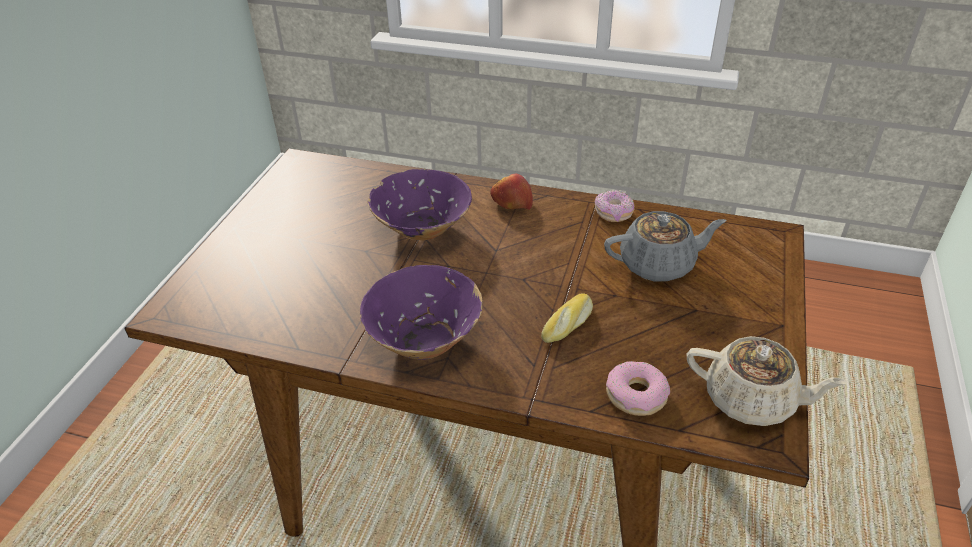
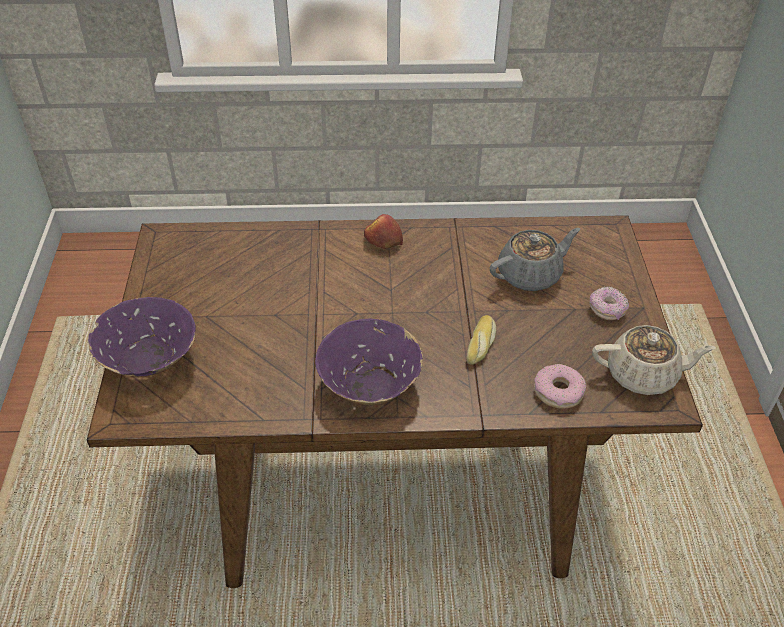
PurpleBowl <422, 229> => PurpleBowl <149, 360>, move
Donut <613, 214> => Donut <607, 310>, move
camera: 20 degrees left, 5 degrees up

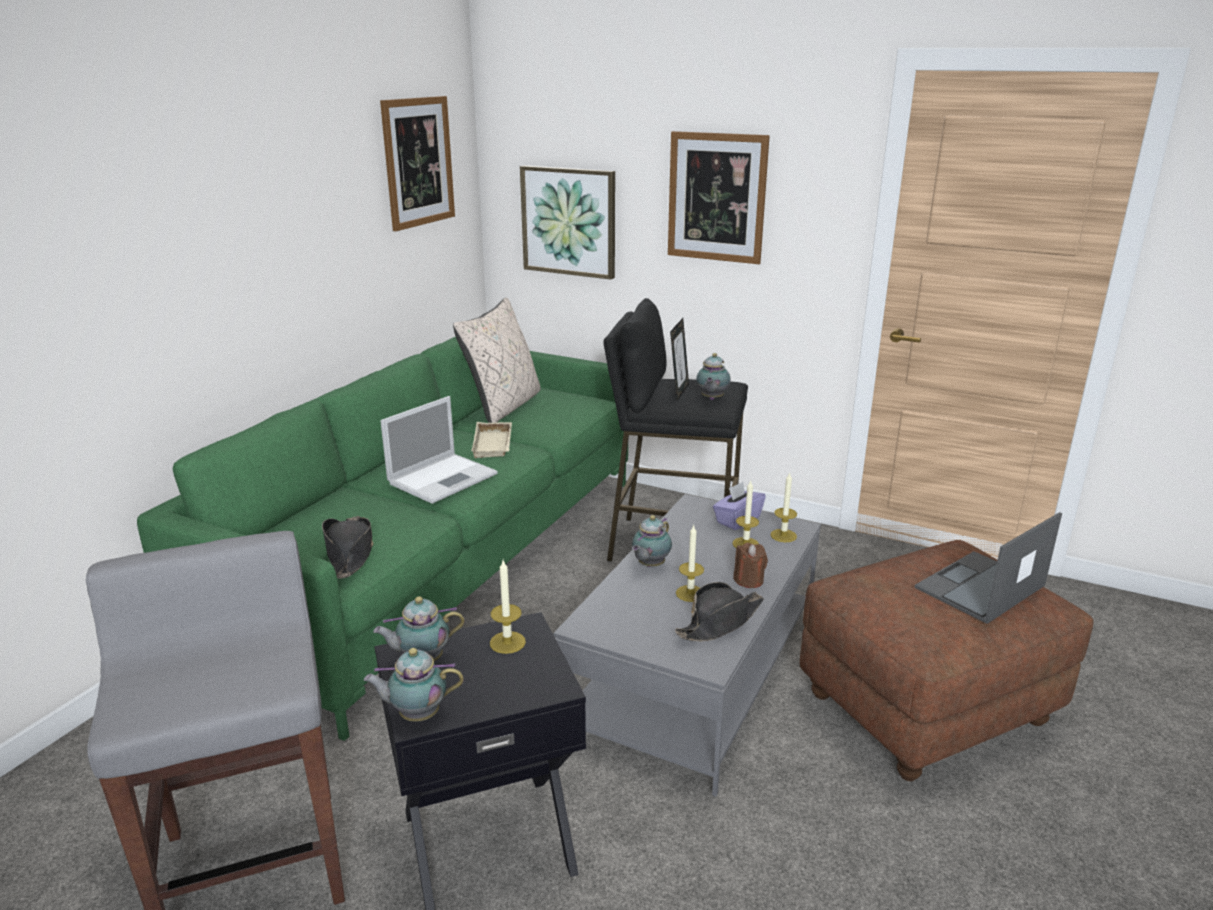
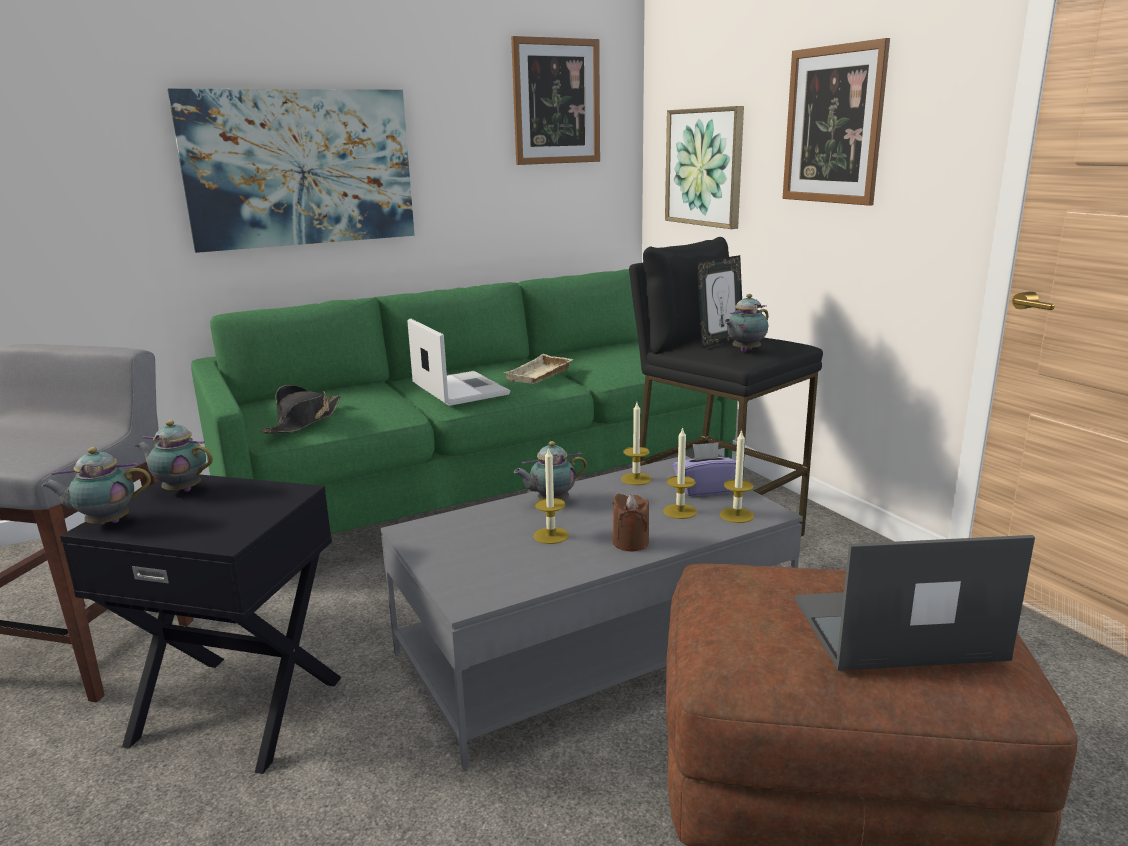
Teapot <416, 715> => Teapot <105, 523>, 45 degrees counterclockwise
Laptop <444, 478> => Laptop <459, 389>, 105 degrees counterclockwise
BeigePillow <504, 406> => nothing
Candle <507, 642> => Candle <636, 479>, move
BlackHat <720, 622> => nothing
nothing => Picture <300, 168>
camera: 35 degrees right, 5 degrees down

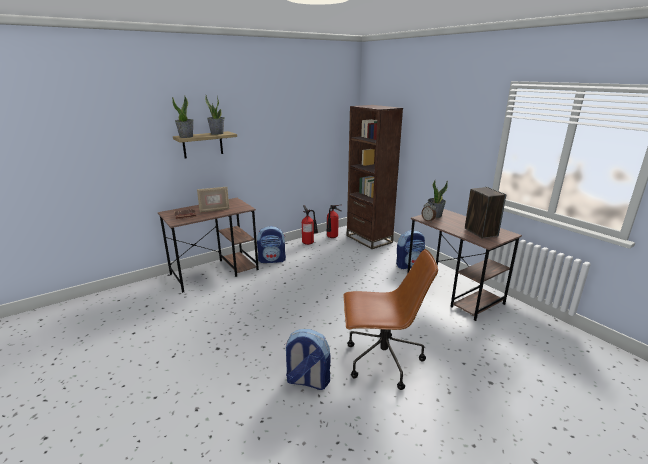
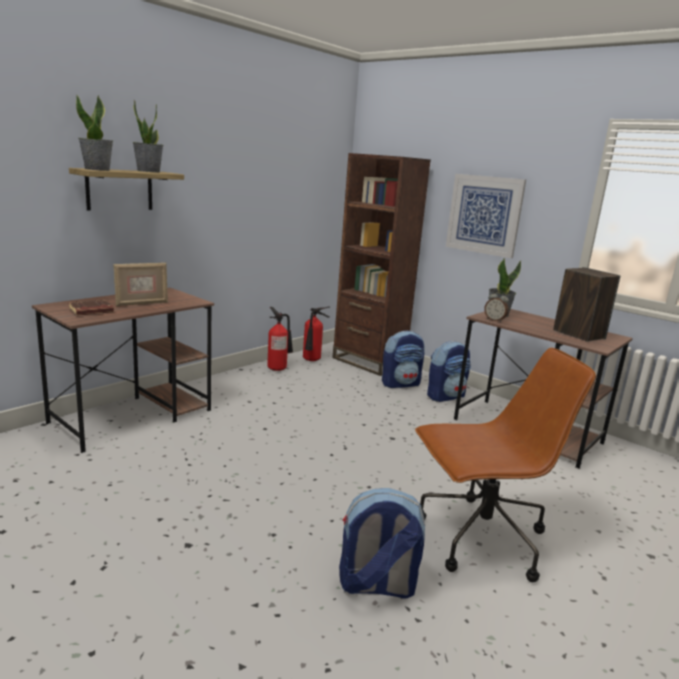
Backpack <272, 260> => Backpack <401, 384>, move
nothing => Picture <484, 215>
camera: 15 degrees left, 5 degrees down

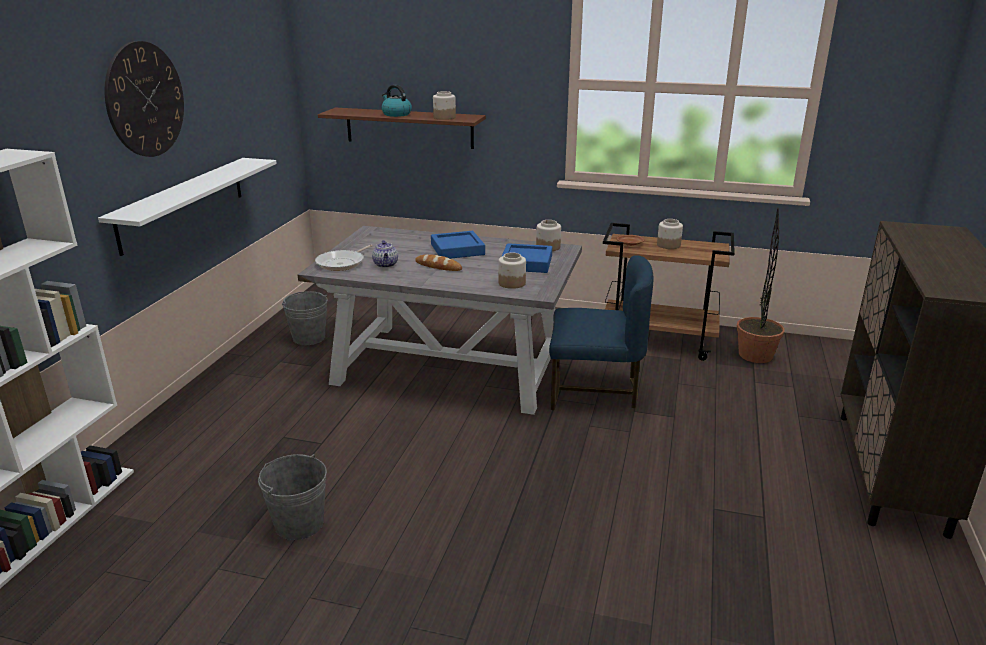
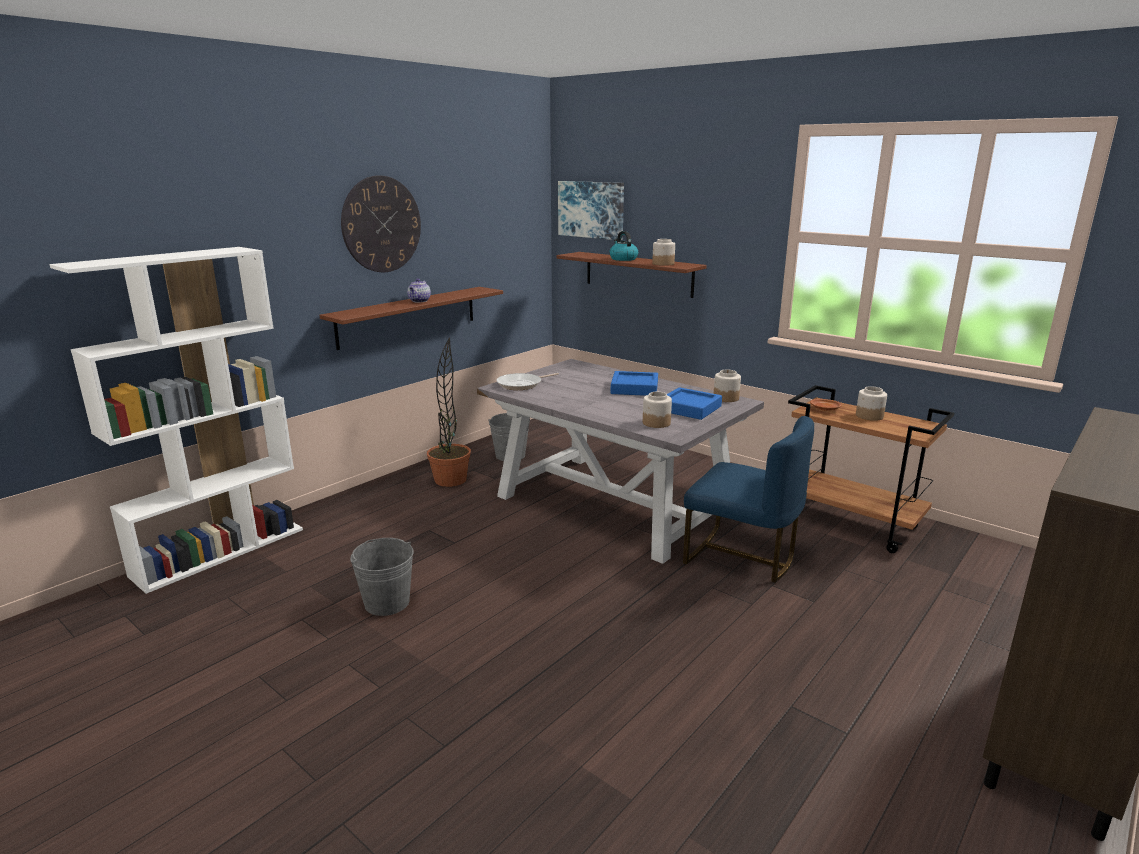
WhiteShelf <183, 203> => BrownShelf <408, 316>
Teapot <386, 265> => Teapot <419, 301>, move
Bread <438, 266> => nothing
PottedPlant <755, 355> => PottedPlant <450, 480>, move
nothing => Picture <591, 209>
camera: 25 degrees right, 5 degrees down

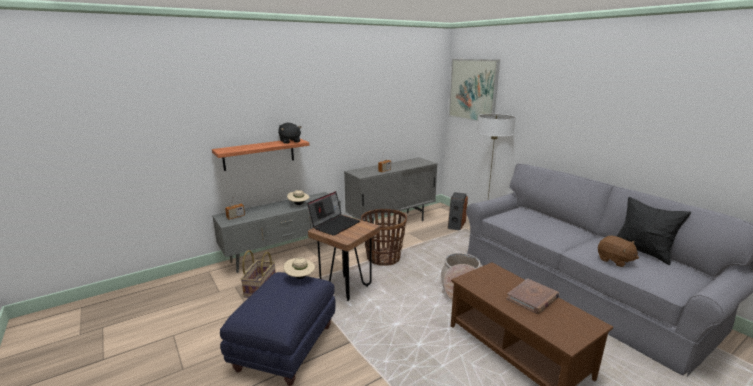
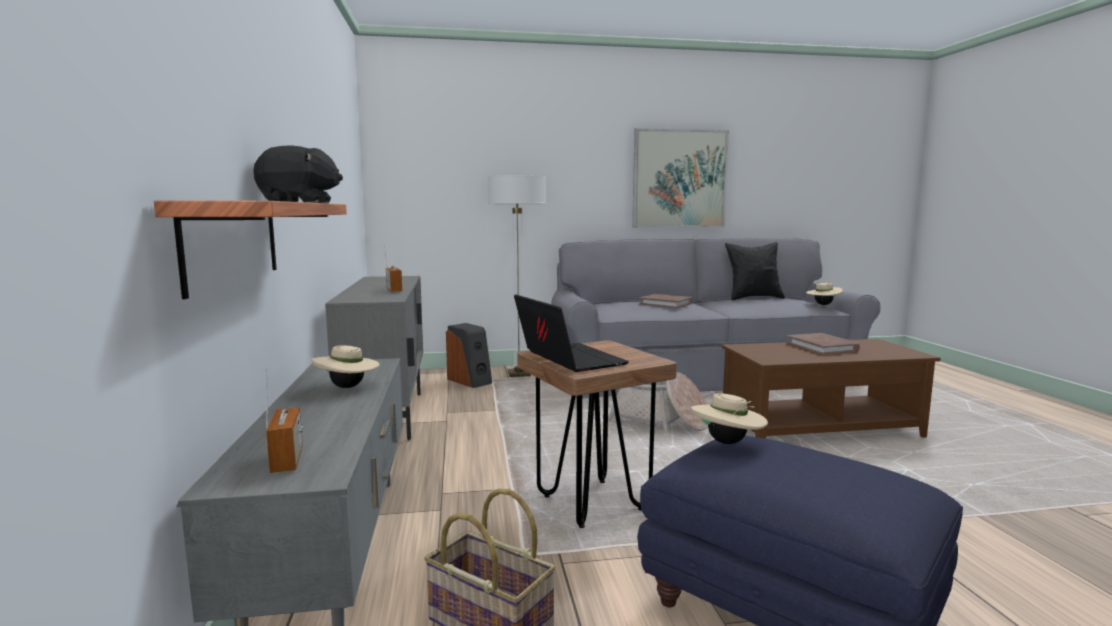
Basket <383, 257> => nothing
Picture <473, 90> => Picture <679, 179>, move
BrownPlushToy <614, 260> => nothing
nothing => BrownBook <666, 304>
nothing => BeigeHat <823, 304>
camera: 65 degrees left, 10 degrees down

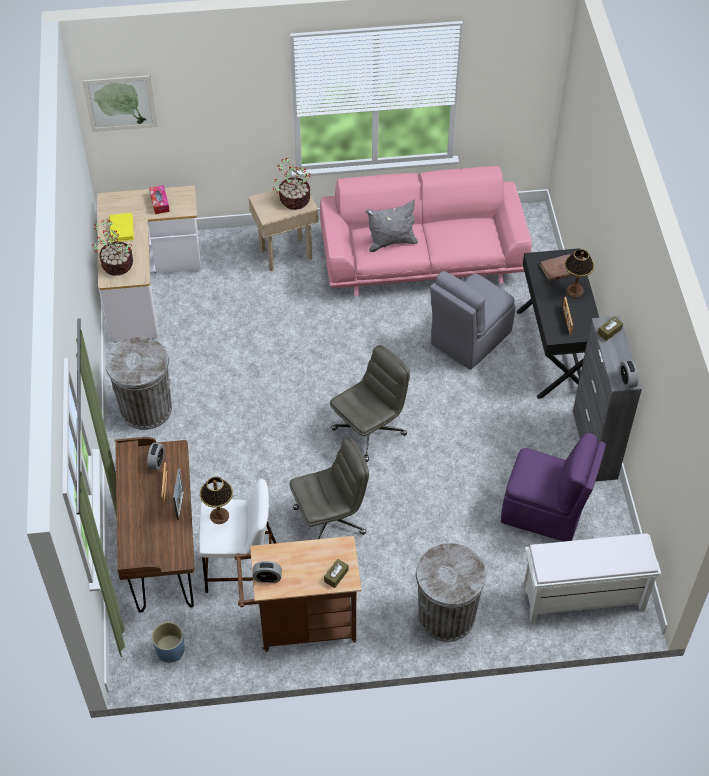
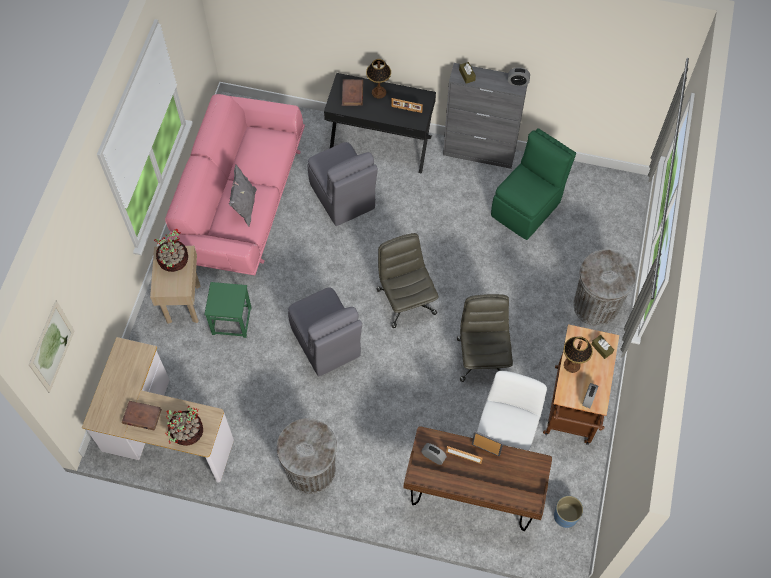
YellowBook <121, 229> => BrownBook <142, 416>
TissueBox <159, 203> => nothing
TableLamp <219, 516> => TableLamp <572, 365>, move
PurpleChair <545, 512> => GreenChair <527, 208>
WhiteBench <582, 598> => nothing
nothing => GreenStool <232, 320>
nothing => GreyChair <326, 343>
camera: 70 degrees left, 10 degrees up

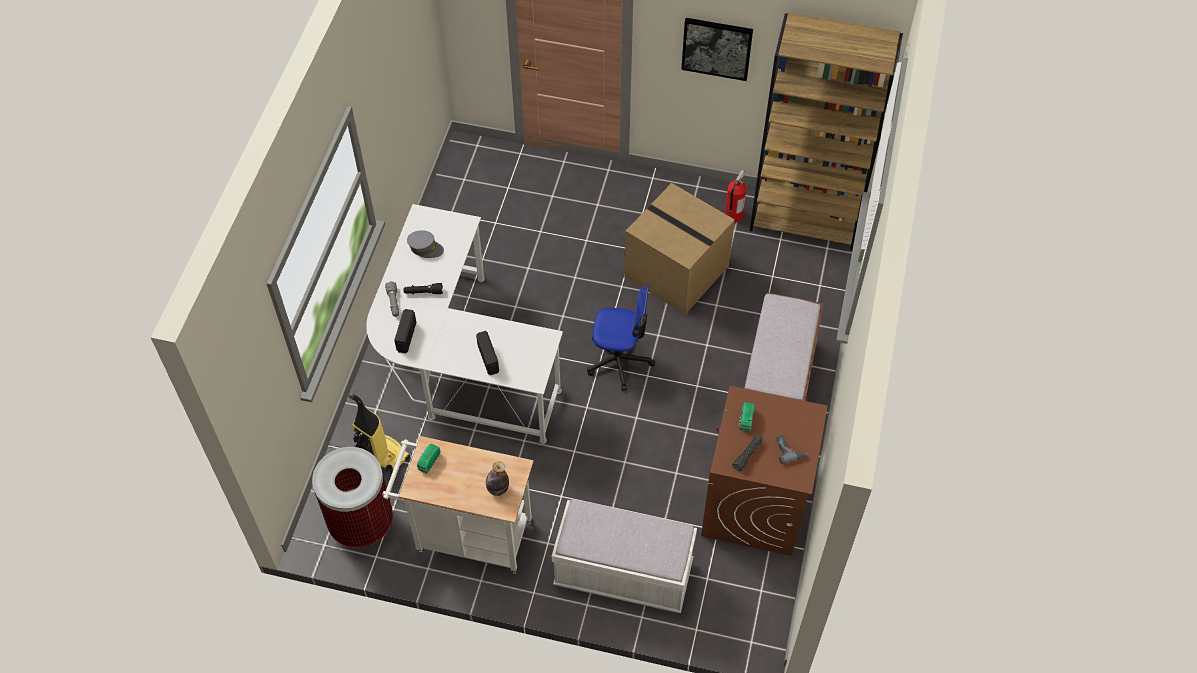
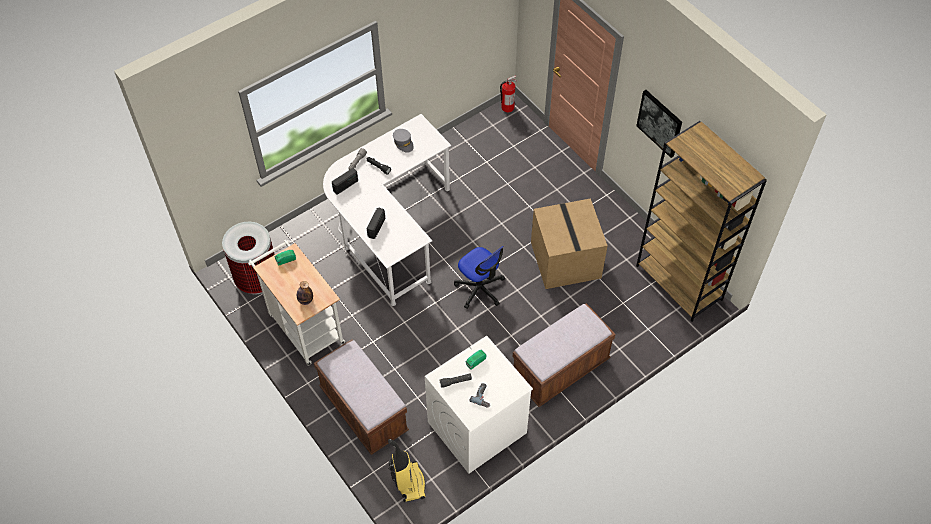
VacuumCleaner <381, 454> => VacuumCleaner <409, 482>, move
WhiteBench <623, 575> => BrownBench <363, 410>
BrownWashingMachine <755, 504> => WhiteWashingMachine <476, 428>
FireExtinguisher <733, 216> => FireExtinguisher <507, 107>, move
camera: 40 degrees right, 0 degrees up

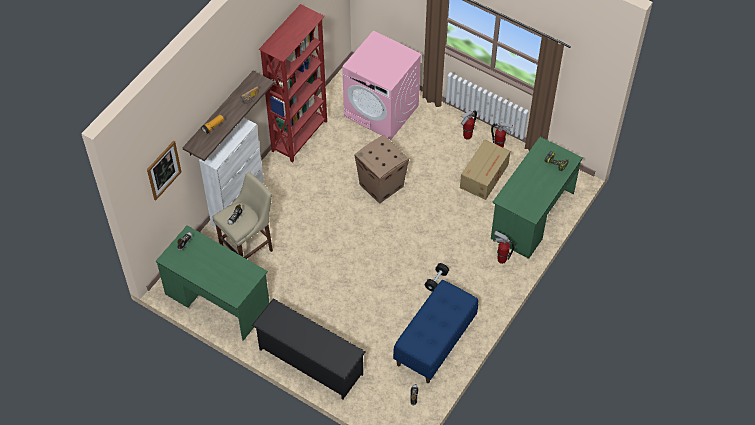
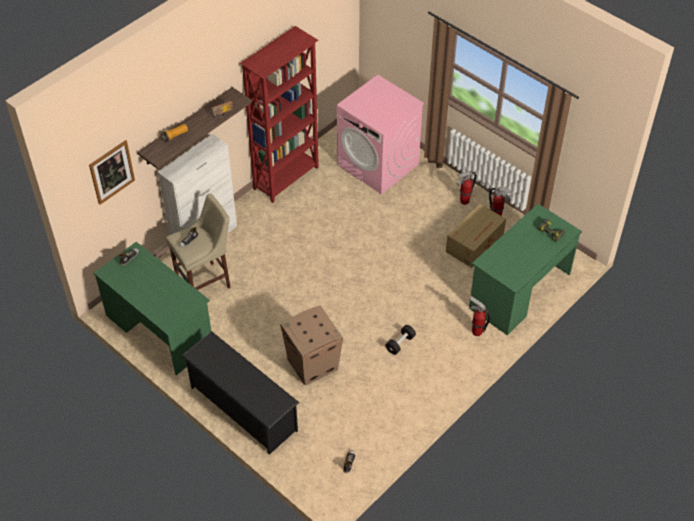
CardboardBox <381, 185> => CardboardBox <312, 364>, move
BlueBench <435, 342> => nothing
camera: 10 degrees right, 5 degrees down

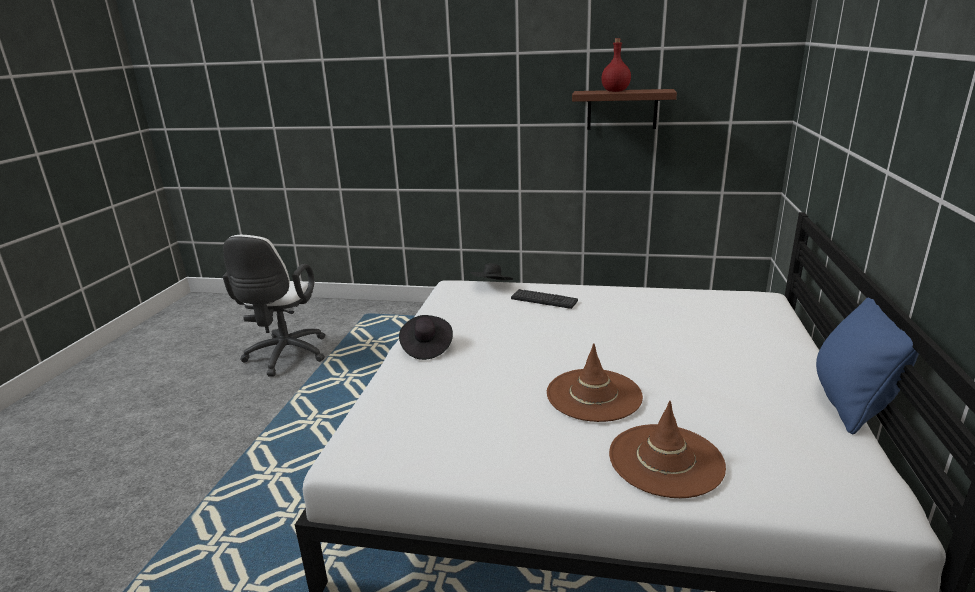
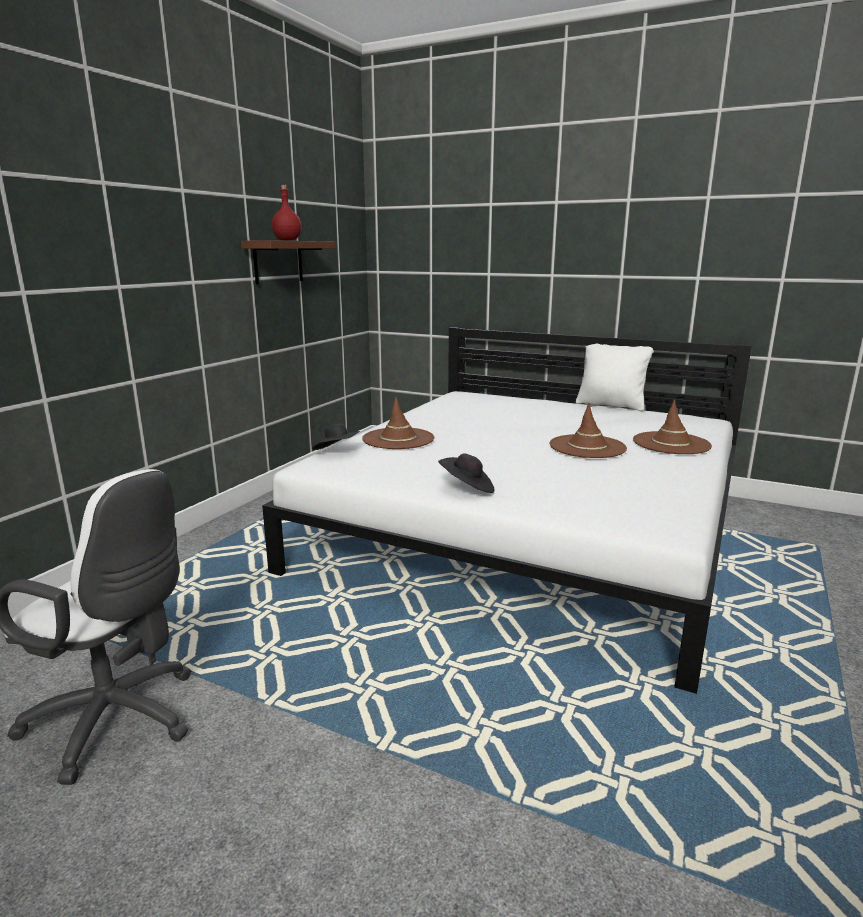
Keyboard <544, 299> => BrownHat <398, 439>
BluePillow <850, 403> => WhitePillow <611, 405>
camera: 75 degrees left, 5 degrees down

